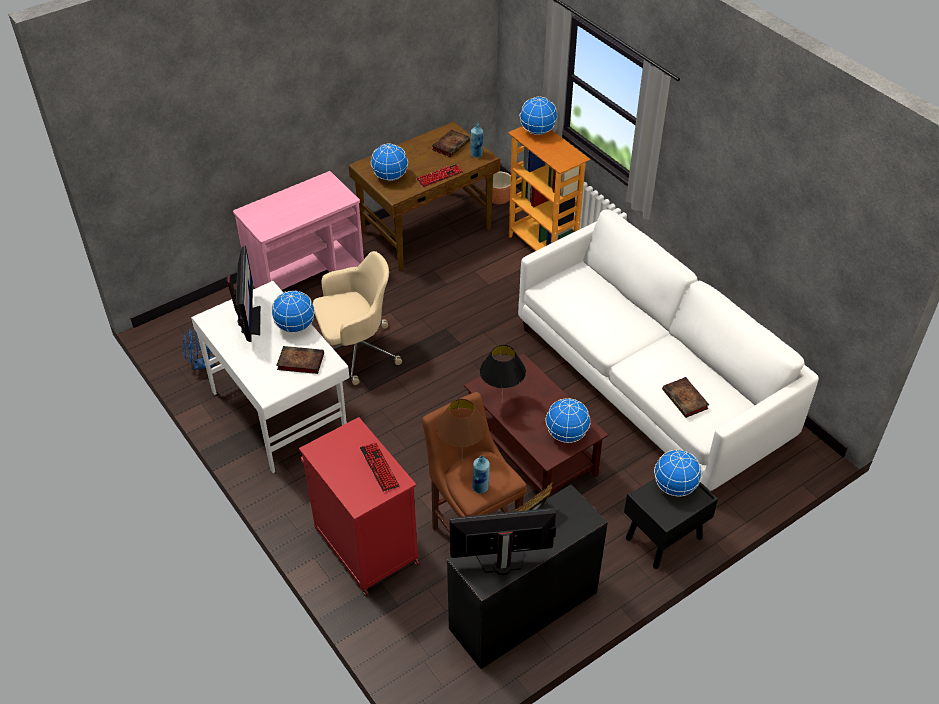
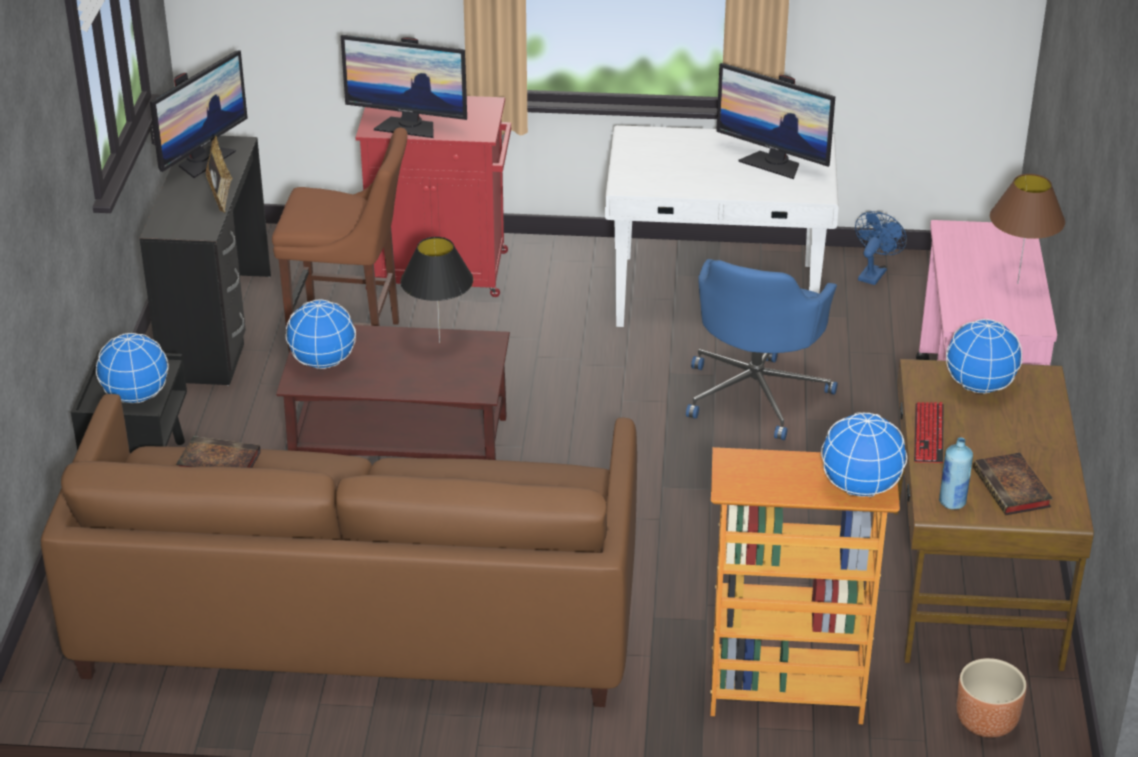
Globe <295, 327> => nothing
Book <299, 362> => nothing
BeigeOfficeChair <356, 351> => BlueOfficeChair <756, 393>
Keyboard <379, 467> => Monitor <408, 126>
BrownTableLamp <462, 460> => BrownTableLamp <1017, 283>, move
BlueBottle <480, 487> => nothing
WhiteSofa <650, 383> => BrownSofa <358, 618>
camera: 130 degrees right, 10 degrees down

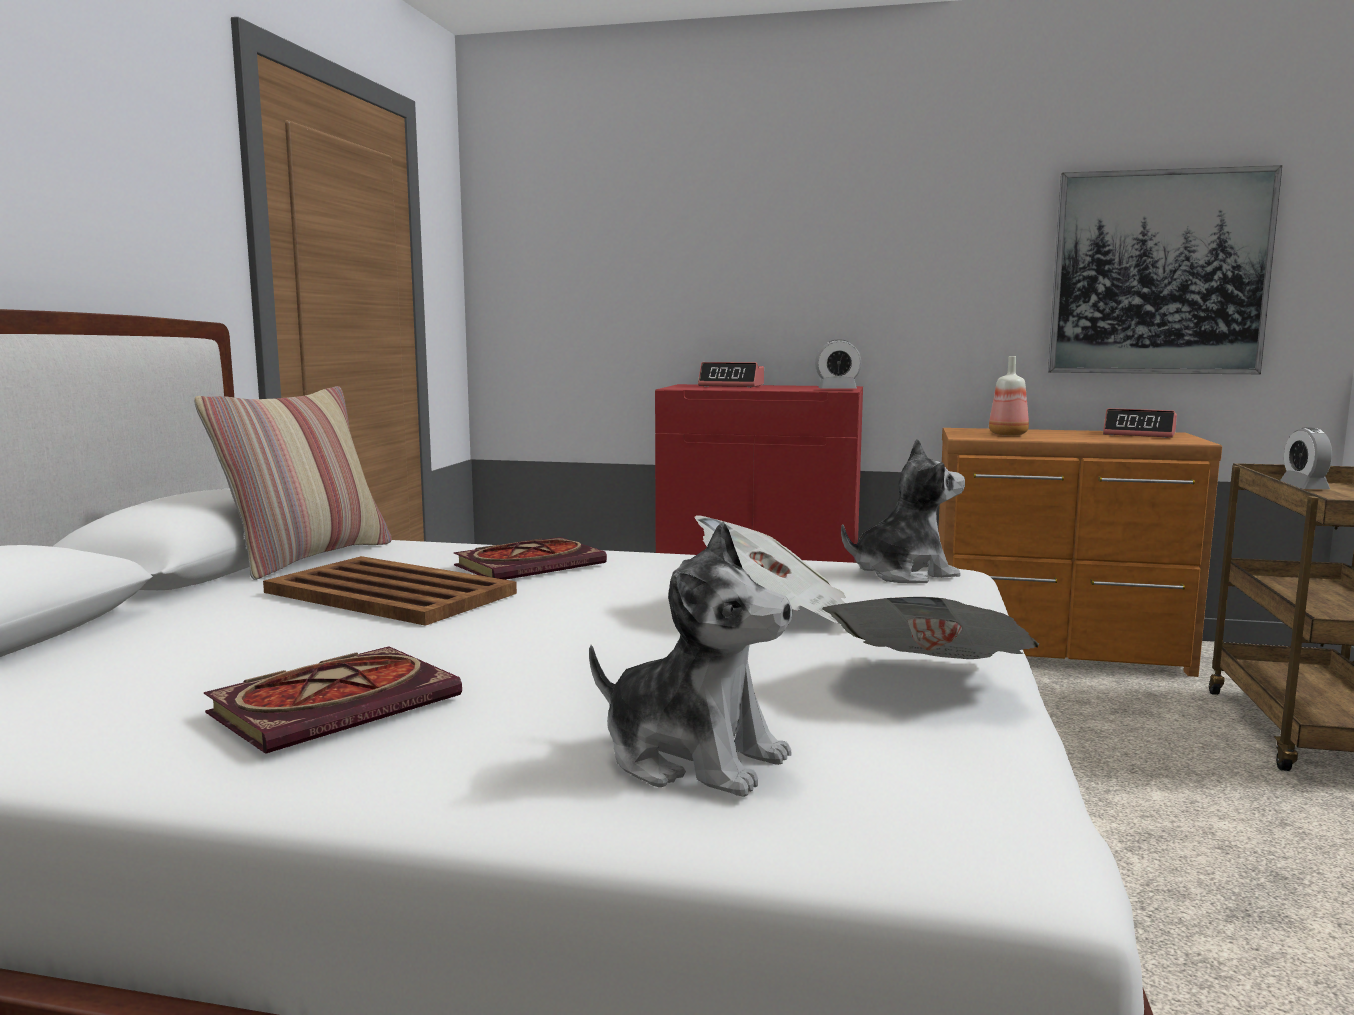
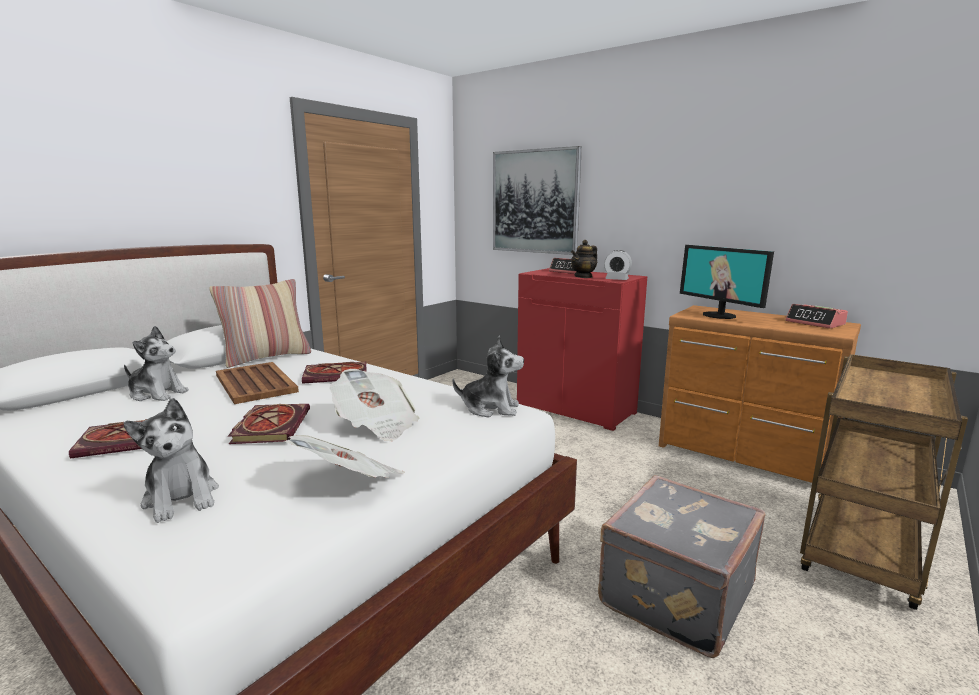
Bottle <1009, 434> => Monitor <719, 315>
Picture <1158, 273> => Picture <535, 201>, move
AlarmClock <1303, 487> => nothing
nothing => PlushToy <157, 394>
nothing => Book <270, 426>
nothing => Teapot <583, 277>
nothing => GreySuitcase <673, 594>
camera: 25 degrees right, 5 degrees up

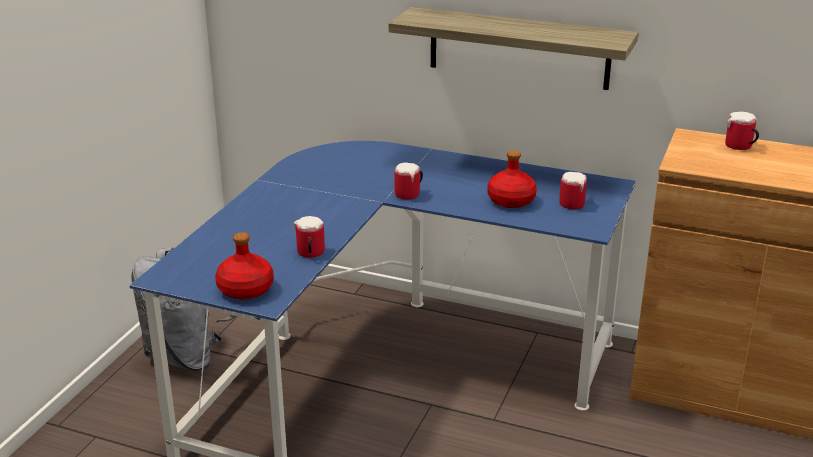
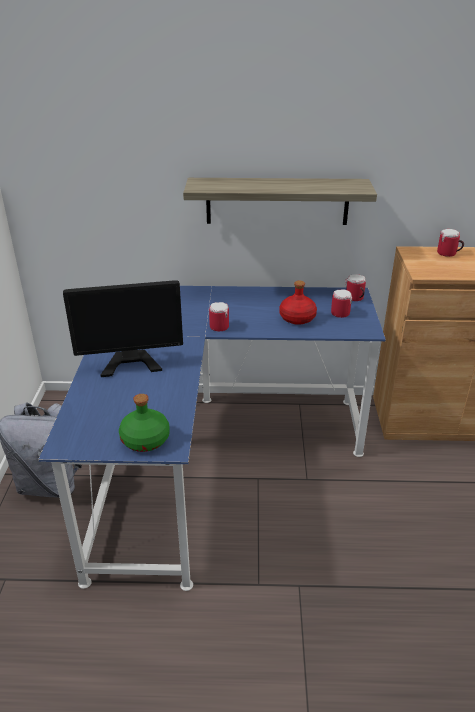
RedBottle <245, 290> => GreenBottle <145, 440>
Mug <309, 253> => Mug <355, 299>, move
nothing => Monitor <131, 354>
camera: 20 degrees left, 5 degrees up

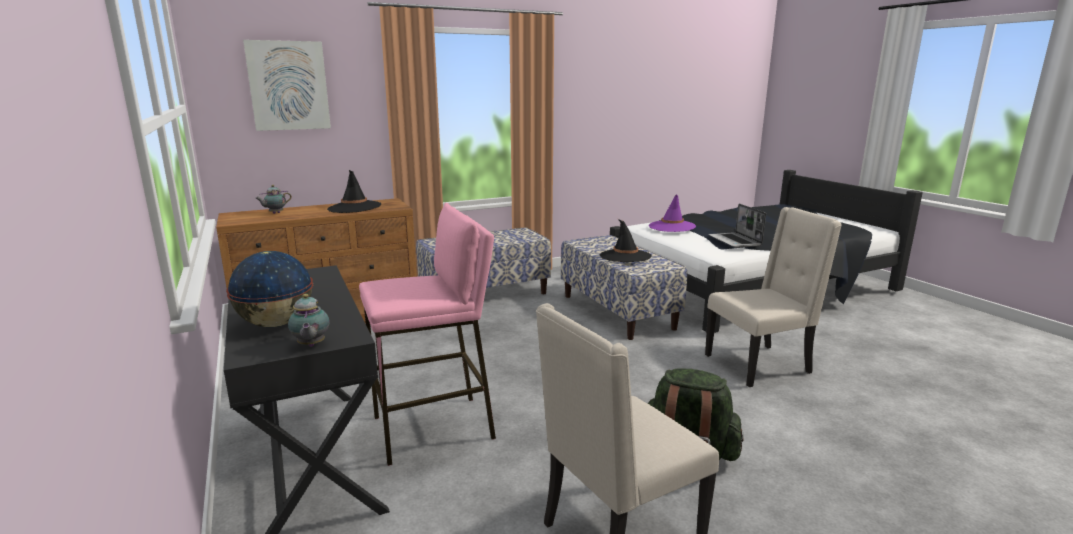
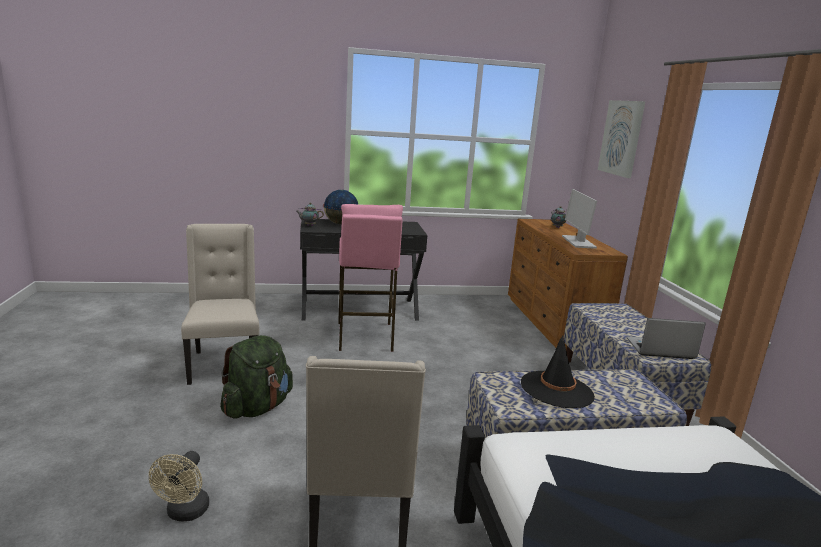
BlackHat <354, 207> => Monitor <578, 242>
PurpleHat <672, 226> => nothing
Laptop <735, 241> => Laptop <659, 349>, move
nothing => BeigeFan <185, 513>
camera: 105 degrees right, 0 degrees up

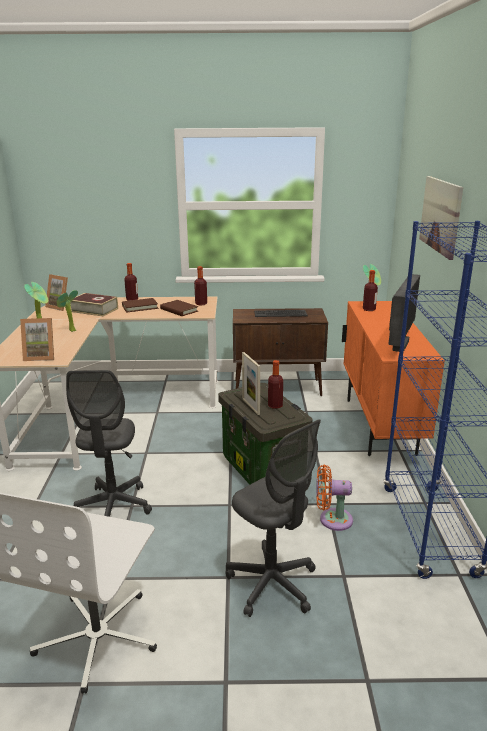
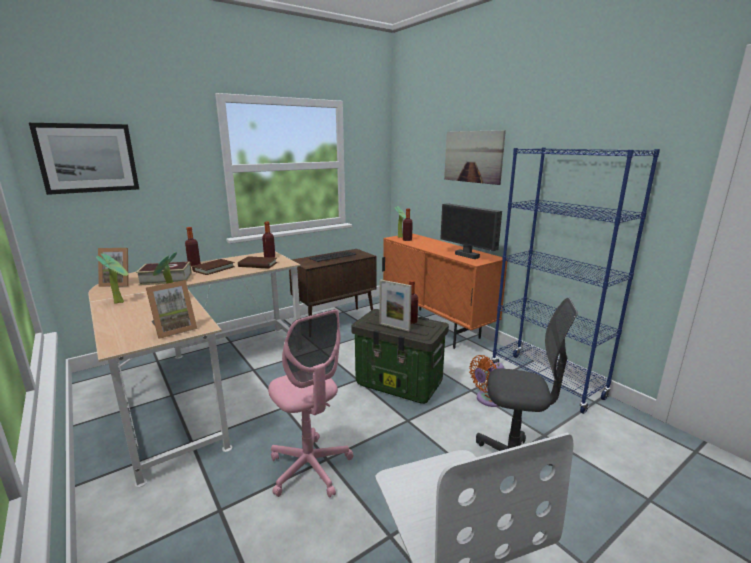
GreyOfficeChair <113, 507> => PinkOfficeChair <310, 468>
Monitor <399, 345> => Monitor <467, 256>, 150 degrees clockwise
nothing => Picture <88, 158>
camera: 35 degrees left, 5 degrees down

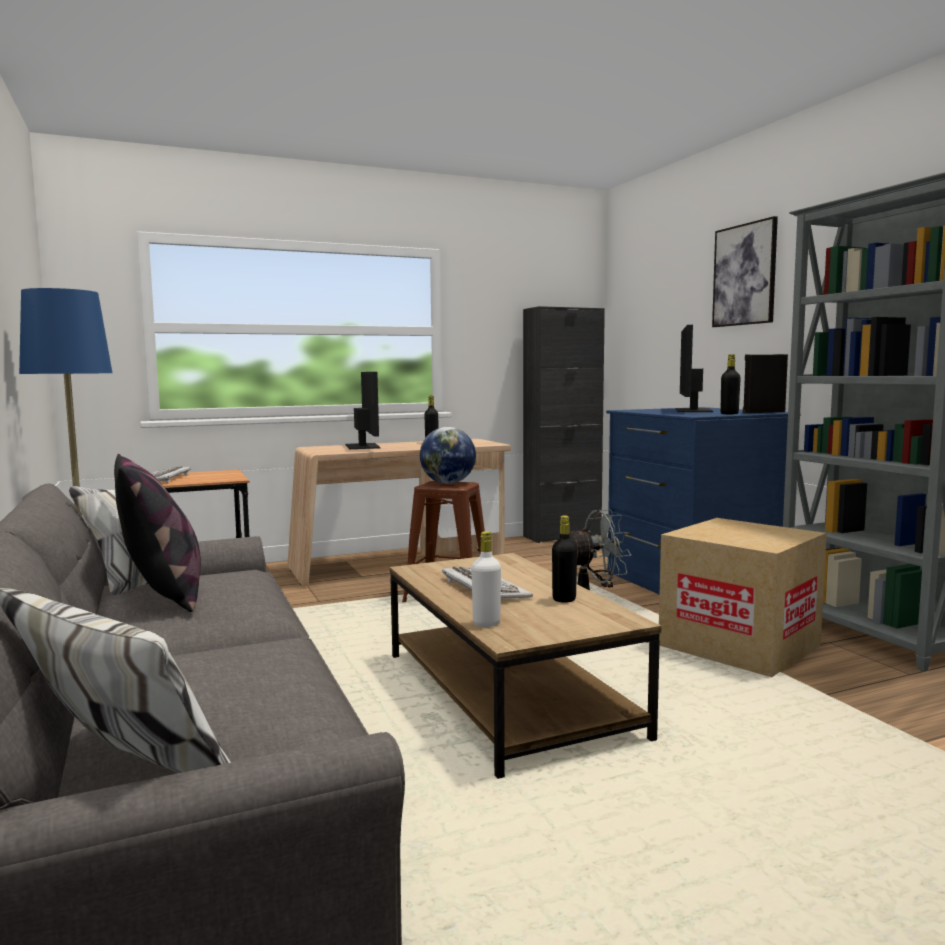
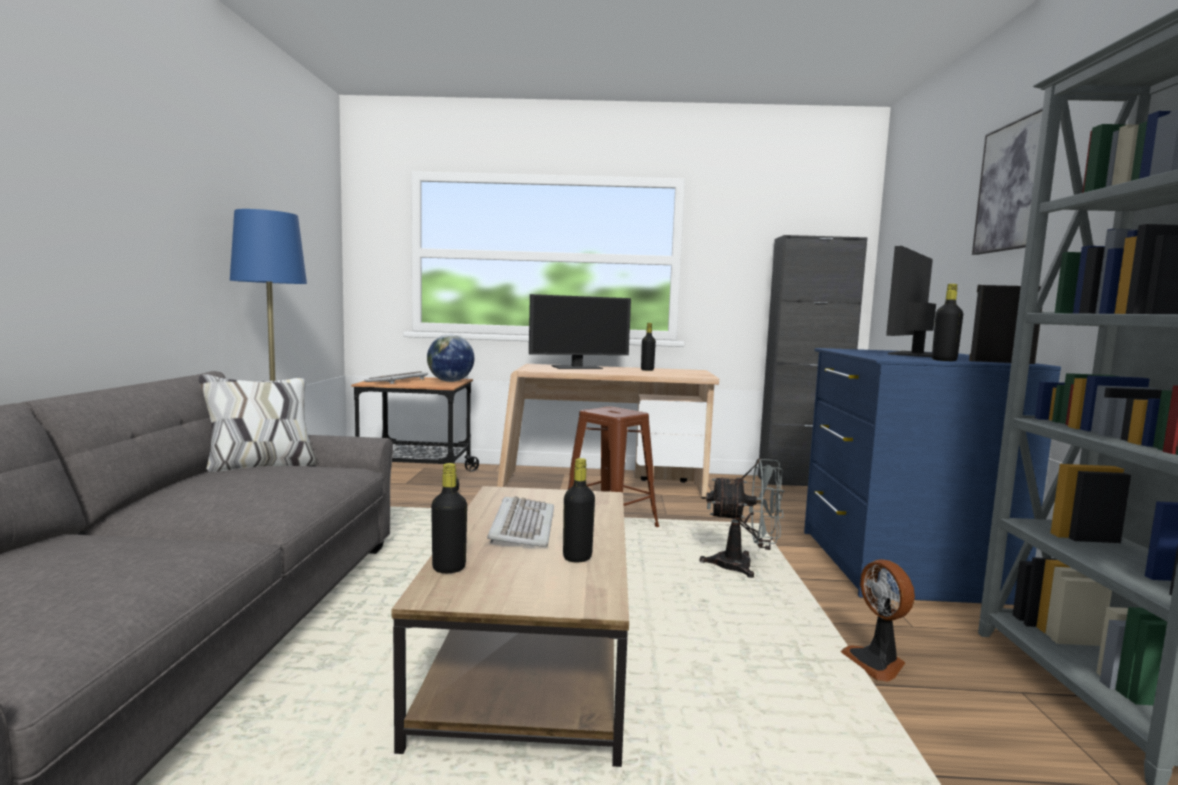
Pillow <163, 594> => nothing
Monitor <362, 446> => Monitor <577, 367>, 60 degrees clockwise
Globe <447, 483> => Globe <450, 381>, move
WhiteBottle <486, 623> => BlackBottle <449, 568>
CardboardBox <739, 646> => Fan <876, 662>
camera: 25 degrees right, 0 degrees up

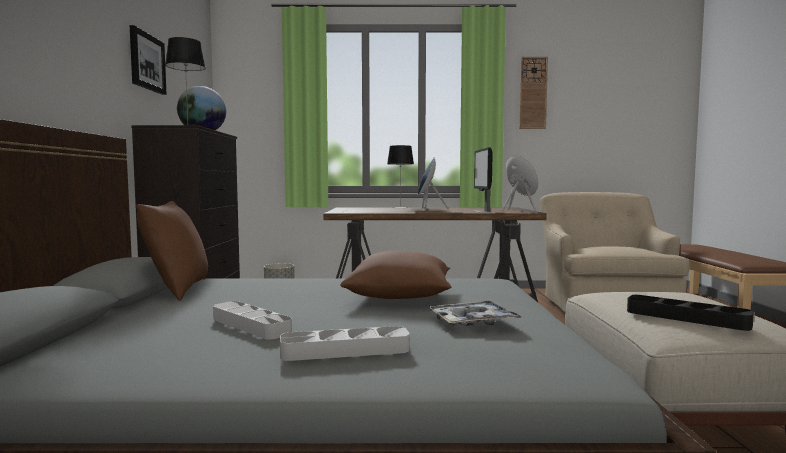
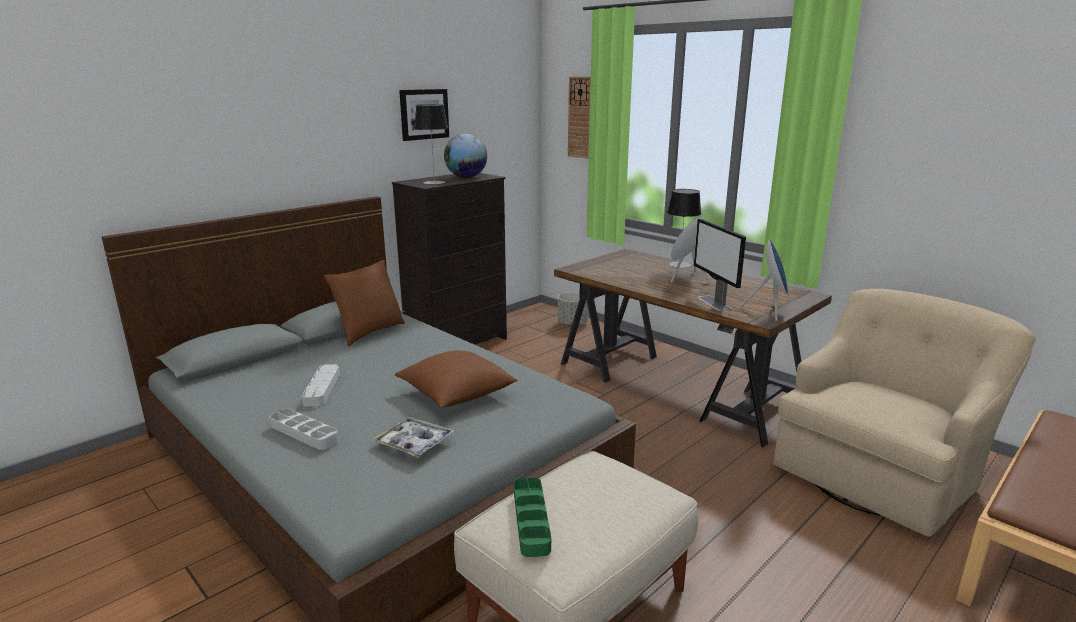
Monitor <483, 211> => Monitor <714, 303>, 60 degrees counterclockwise
WallClock <533, 93> => WallClock <580, 117>, move
BlackTray <686, 318> => GreenTray <531, 520>
camera: 45 degrees right, 15 degrees up

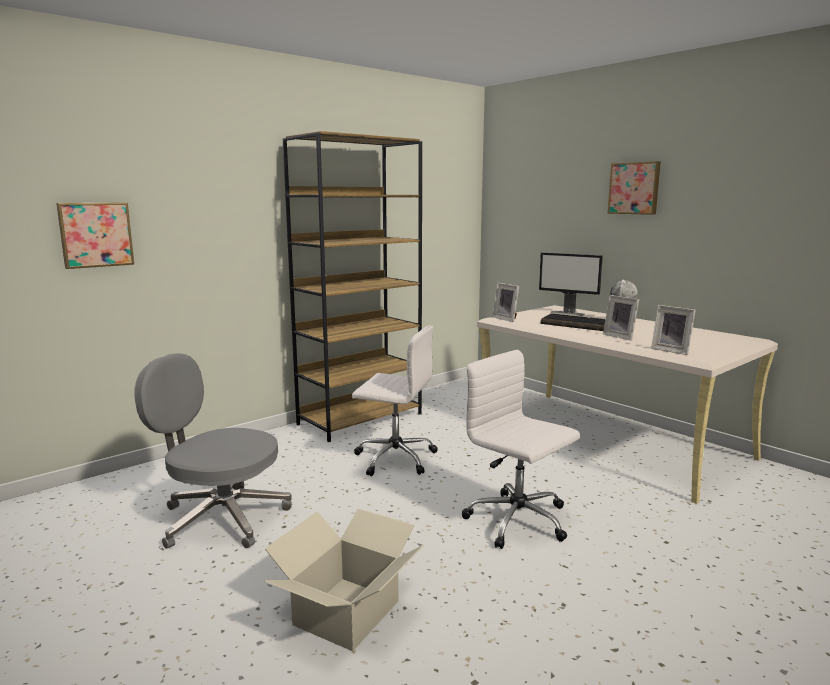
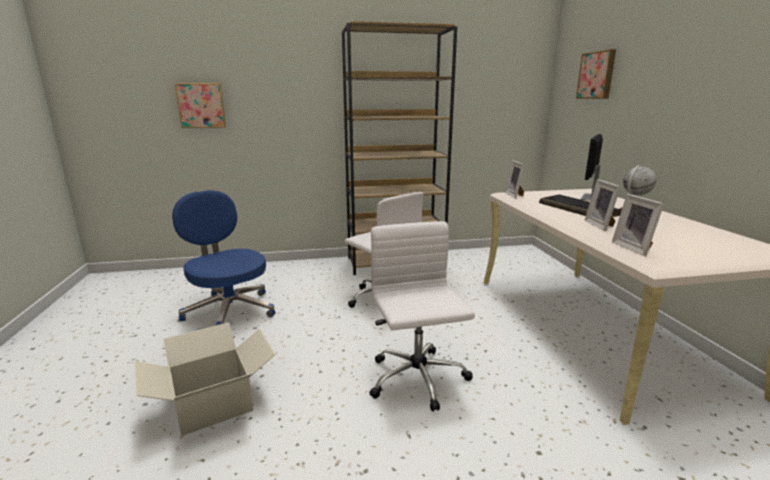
GreyOfficeChair <221, 518> => BlueOfficeChair <229, 310>
Monitor <567, 313> => Monitor <588, 197>, 60 degrees clockwise
Picture <634, 188> => Picture <597, 75>, move
camera: 30 degrees right, 5 degrees up

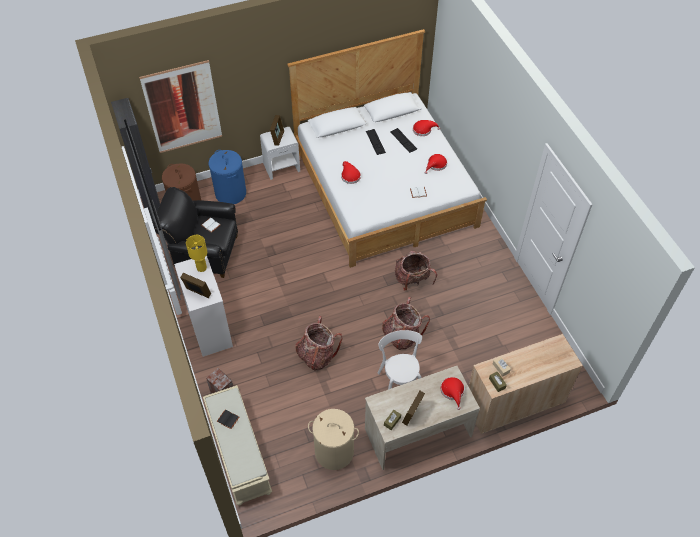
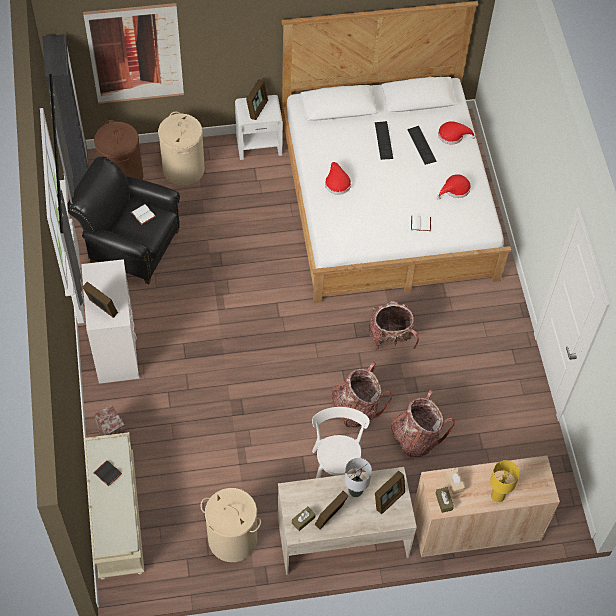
YellowTableLamp <201, 267> => YellowTableLamp <497, 495>, move
BlueLaundryBasket <230, 193> => BeigeLaundryBasket <183, 169>
Backpack <316, 355> => Backpack <416, 437>, move
RedHat <453, 391> => PictureFrame <389, 499>
nothing => GreyTableLamp <355, 491>
camera: 10 degrees right, 5 degrees up

